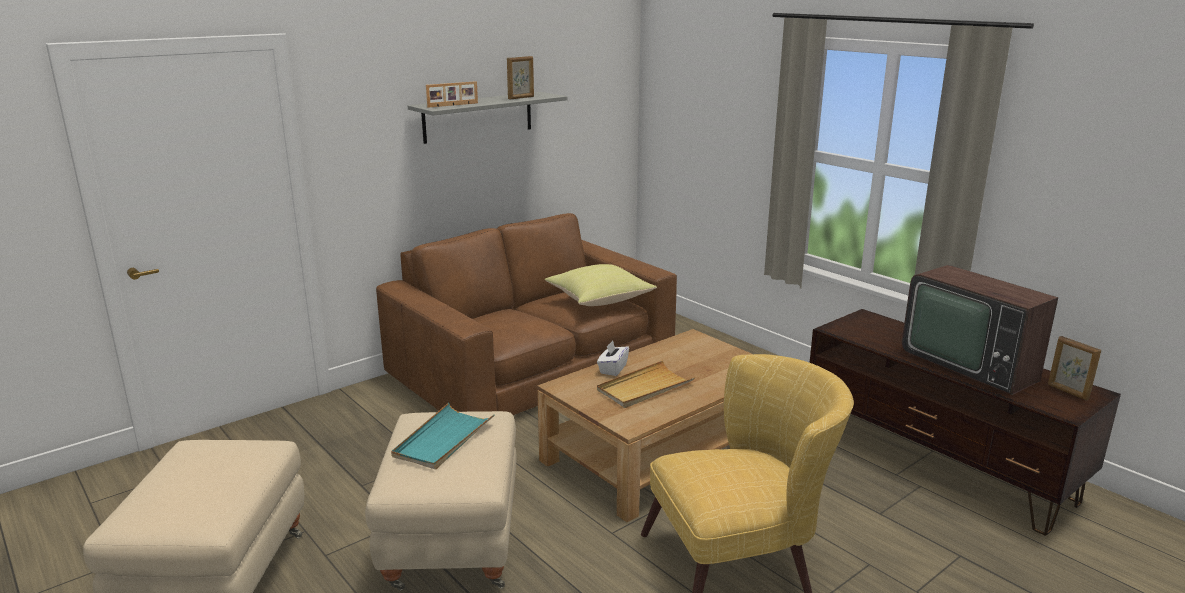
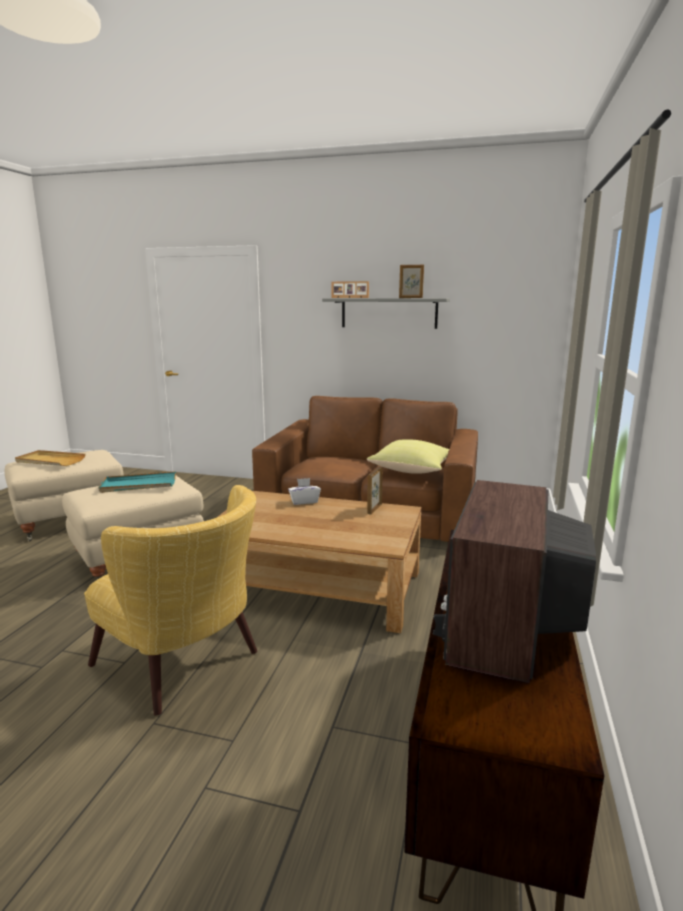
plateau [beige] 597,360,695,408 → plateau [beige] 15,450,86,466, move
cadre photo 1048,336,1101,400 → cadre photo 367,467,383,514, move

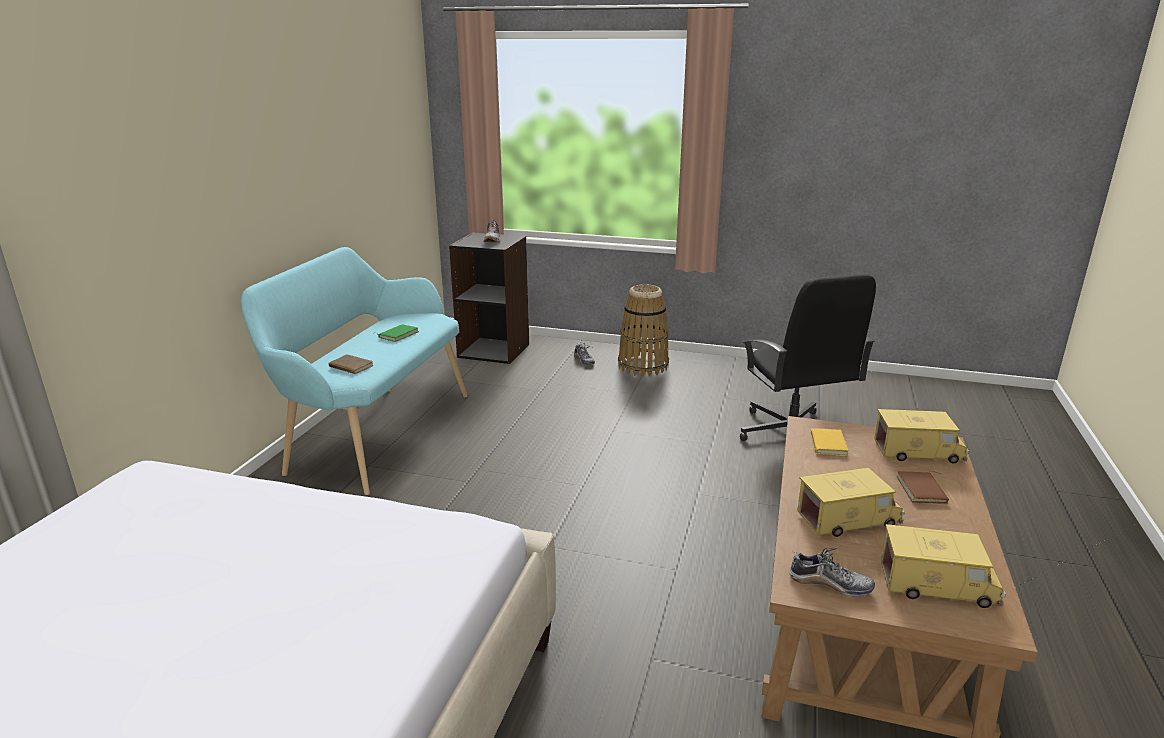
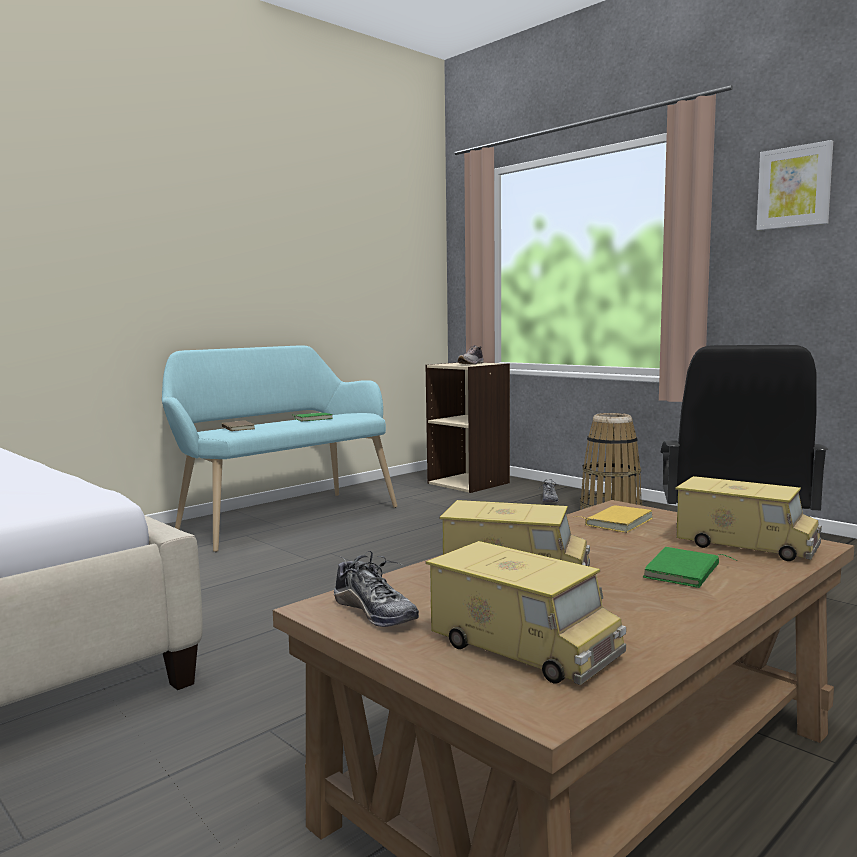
- → tableau 756,140,833,230
bibliothèque [noir] 449,232,529,364 → bibliothèque [beige] 426,362,510,493
livre [marron] 897,471,949,504 → livre [vert] 643,547,737,588

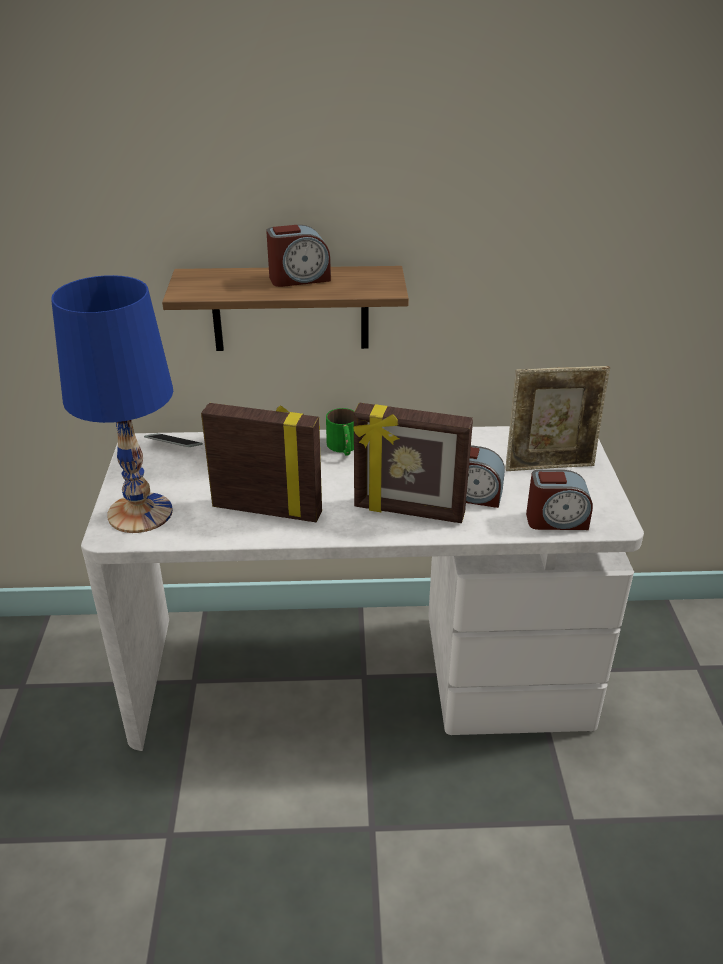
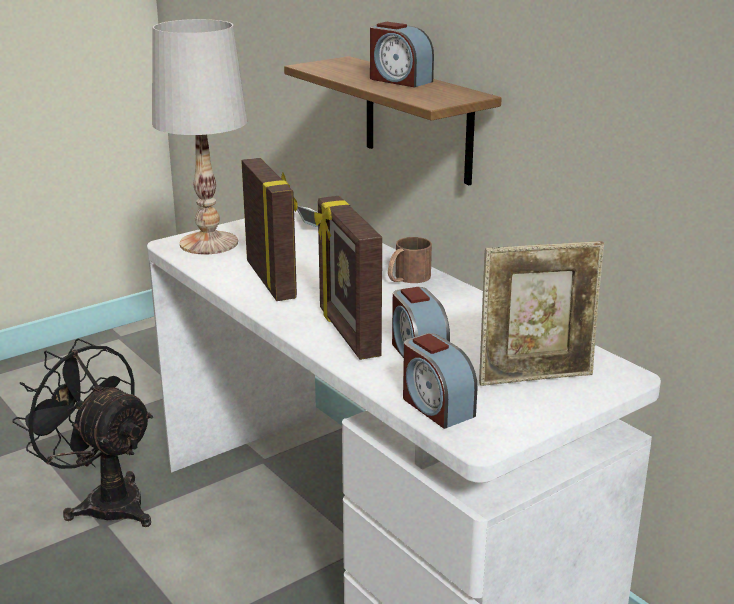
- → ventilateur [noir] 12,338,153,527
lampe de table [bleu] 51,275,173,533 → lampe de table [blanc] 152,19,248,254
mug [vert] 326,408,354,456 → mug [marron] 388,237,432,283
cadre photo 505,366,610,471 → cadre photo 479,241,604,386, 60 degrees counterclockwise

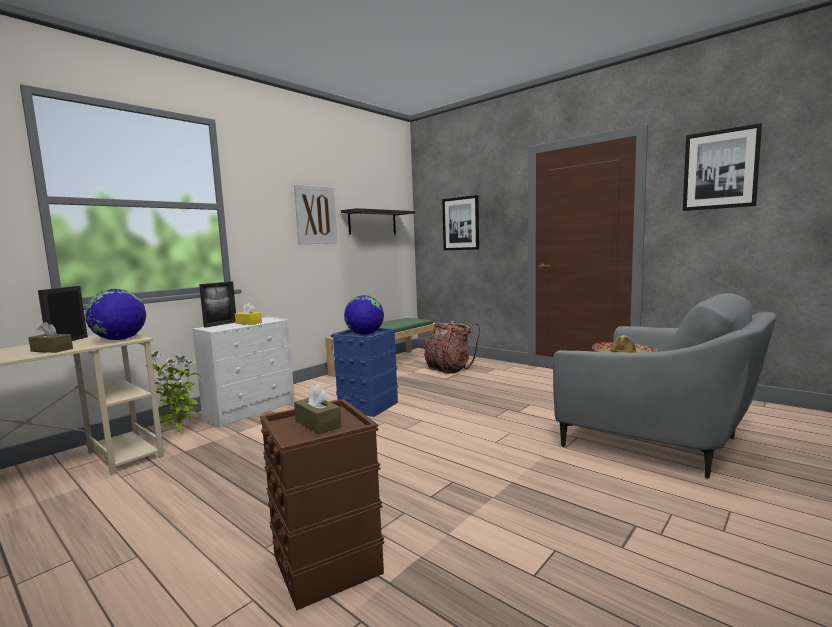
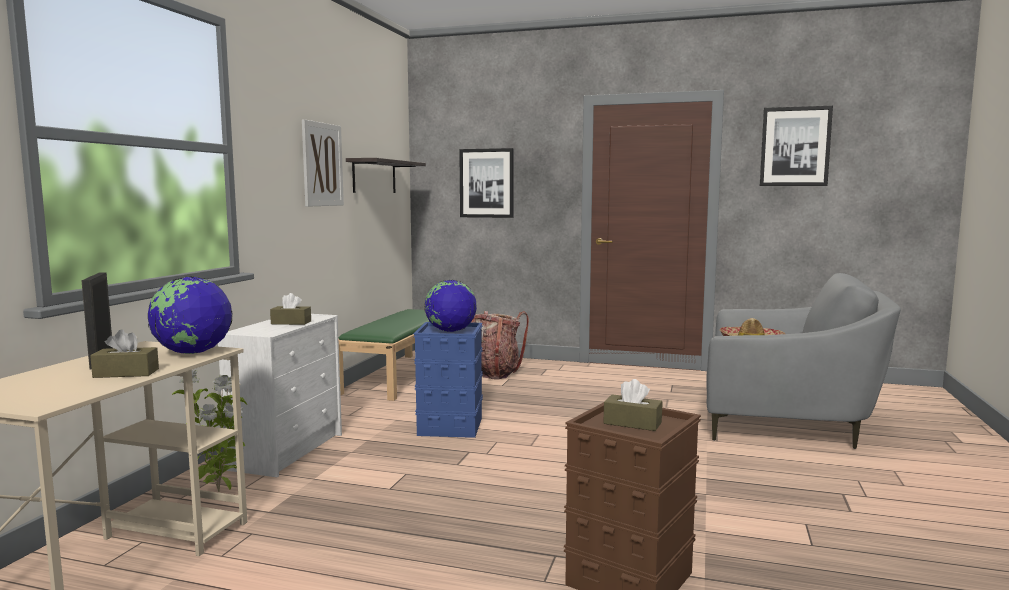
cadre photo 199,281,236,328 → -
boîte à mouchoirs [jaune] 235,303,262,325 → boîte à mouchoirs [marron] 270,293,311,325

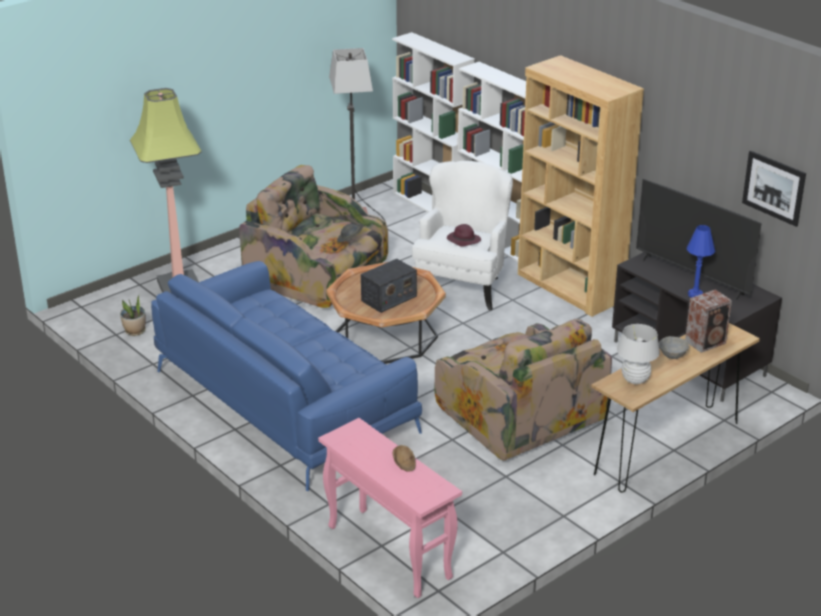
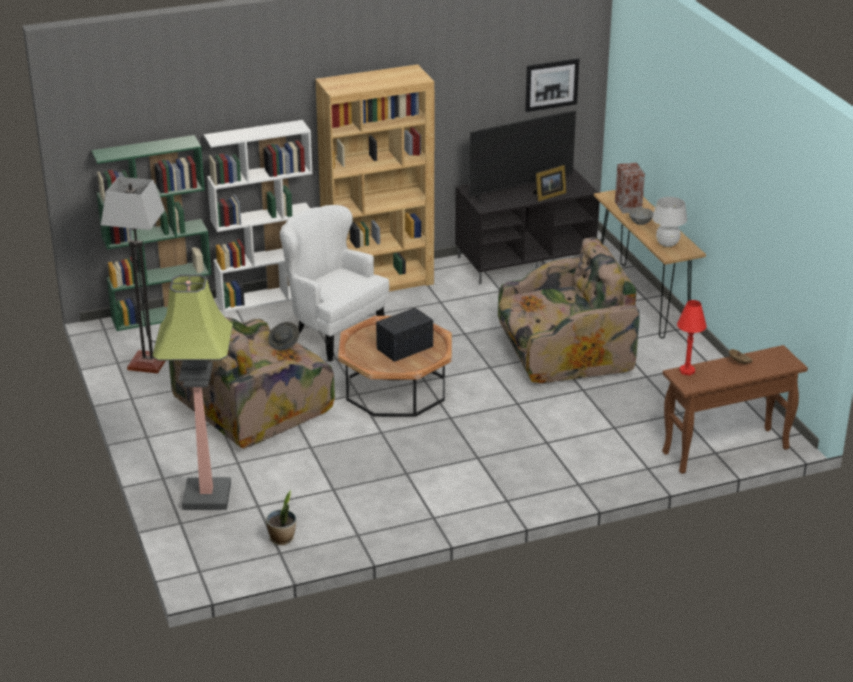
canapé [bleu] 151,261,422,491 → -
chapeau [violet] 447,224,481,247 → -
- → lampe de table [rouge] 677,300,707,376
lampe de table [bleu] 687,225,715,298 → cadre photo 533,165,566,202
table console [rose] 318,418,462,598 → table console [marron] 662,345,808,474
bibliothèque [blanc] 392,32,475,212 → bibliothèque [vert] 92,135,211,331
radio 361,259,417,313 → radio 376,308,433,362, 105 degrees counterclockwise

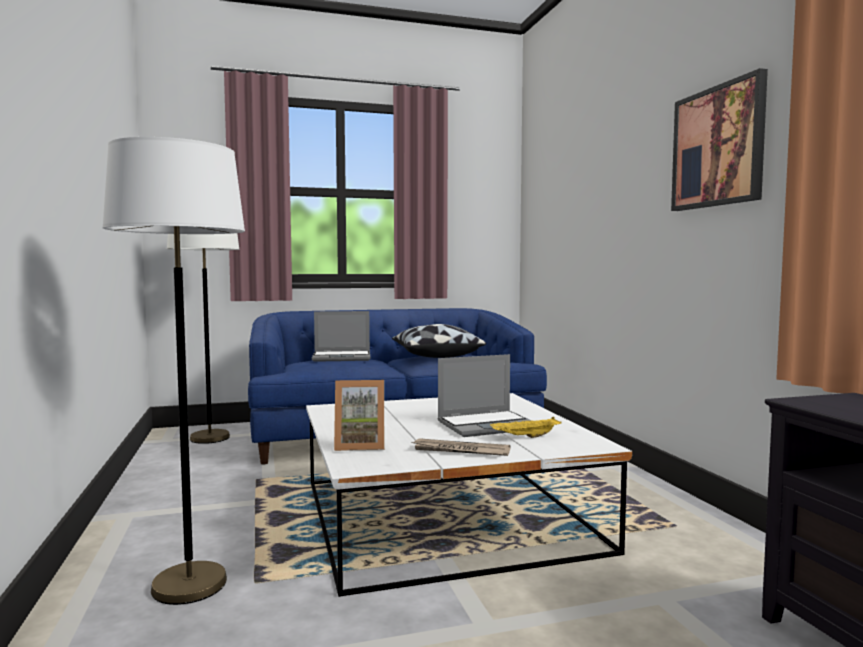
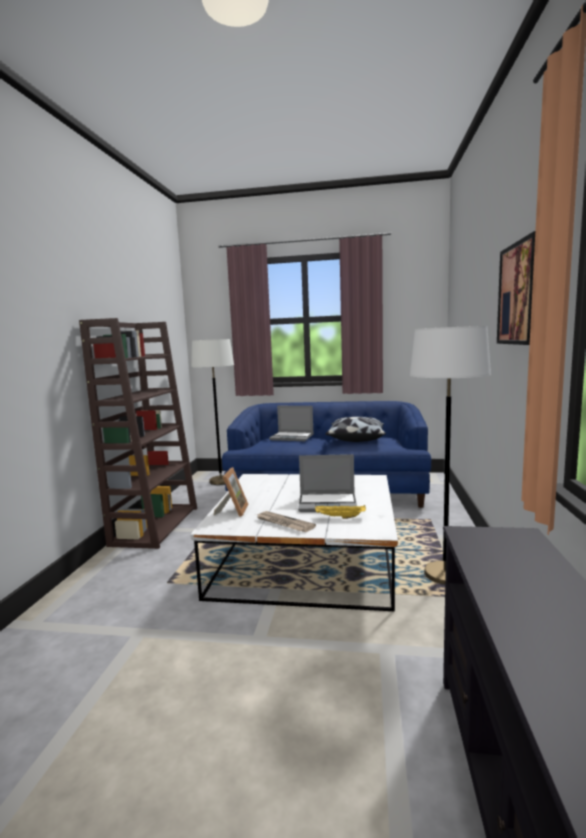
- → bibliothèque [marron] 79,318,197,549
lampadaire [blanc] 102,137,245,605 → lampadaire [blanc] 410,326,491,585, move
cadre photo 334,380,384,451 → cadre photo 213,467,249,517, 105 degrees counterclockwise

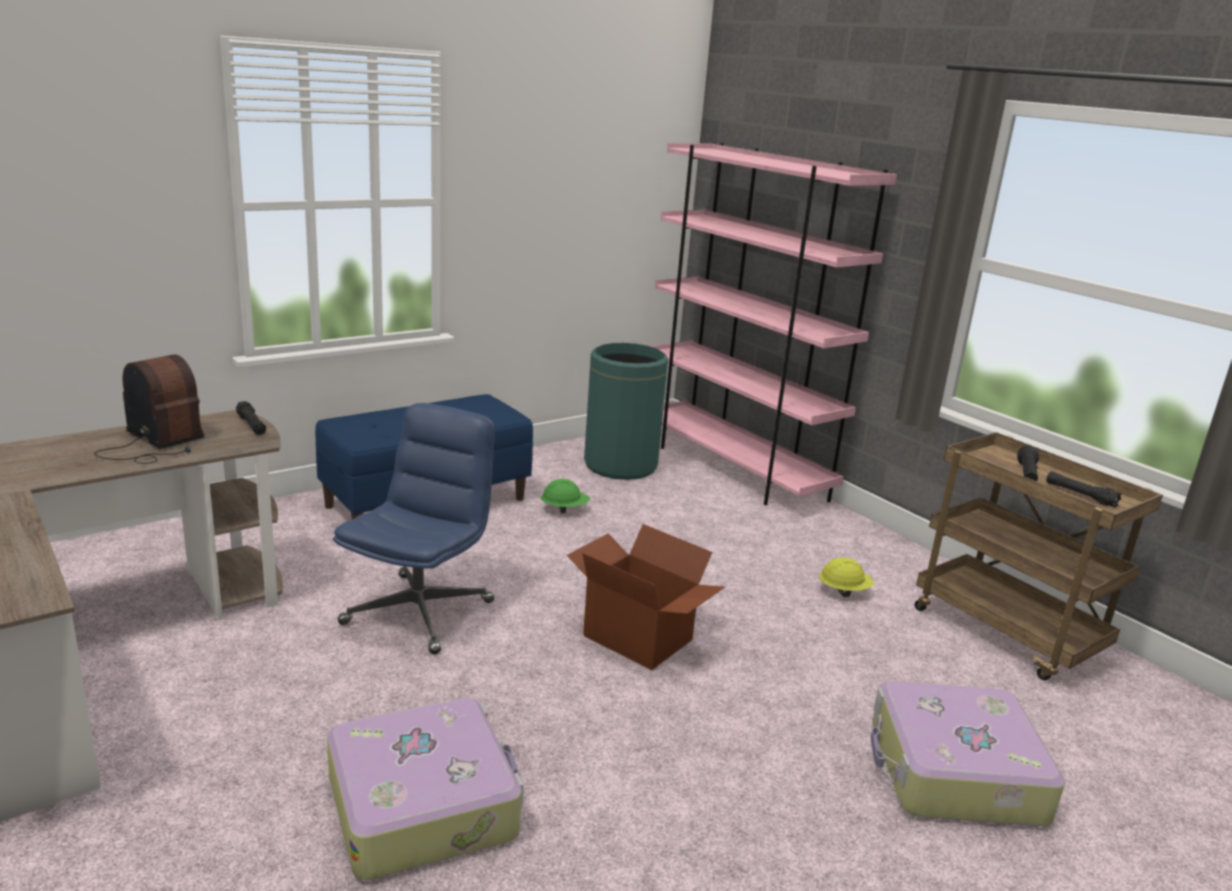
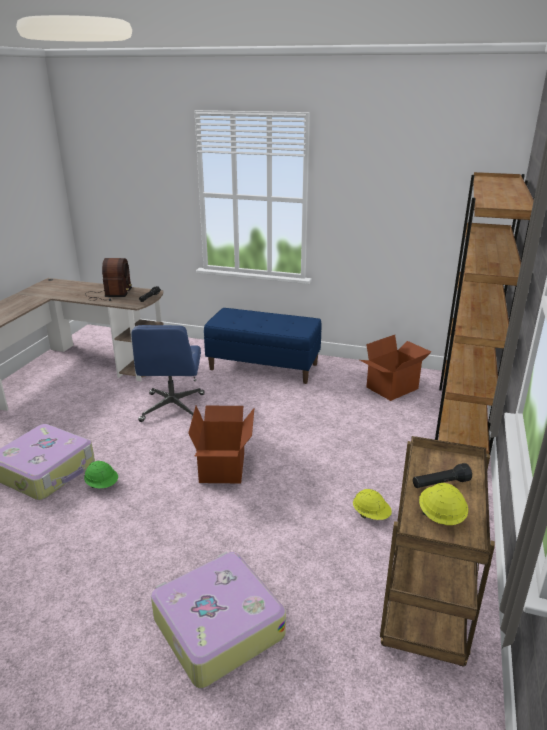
casque de chantier [vert] 541,479,590,513 → casque de chantier [vert] 84,461,118,488, move
poubelle [vert] 584,343,668,480 → carton 360,335,431,401
lampe de poche [noir] 1046,471,1121,507 → casque de chantier [jaune] 419,483,468,525
bibliothèque [rose] 650,143,897,505 → bibliothèque [marron] 435,172,535,454
chaise de bureau [bleu] 333,403,495,654 → chaise de bureau [bleu] 131,325,205,422, 105 degrees clockwise

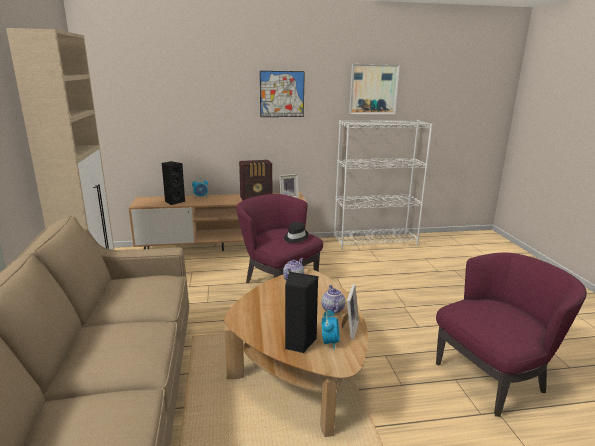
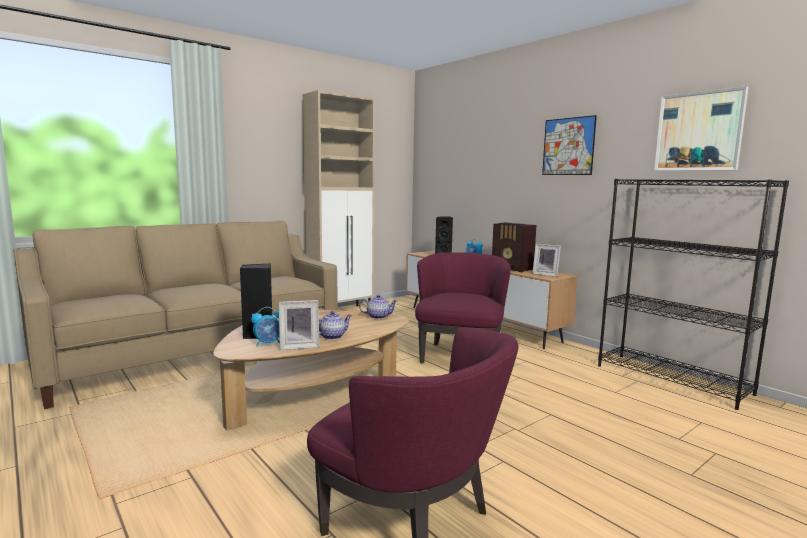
chapeau [noir] 284,222,309,243 → -
bibliothèque [blanc] 334,120,433,250 → bibliothèque [noir] 598,179,789,410

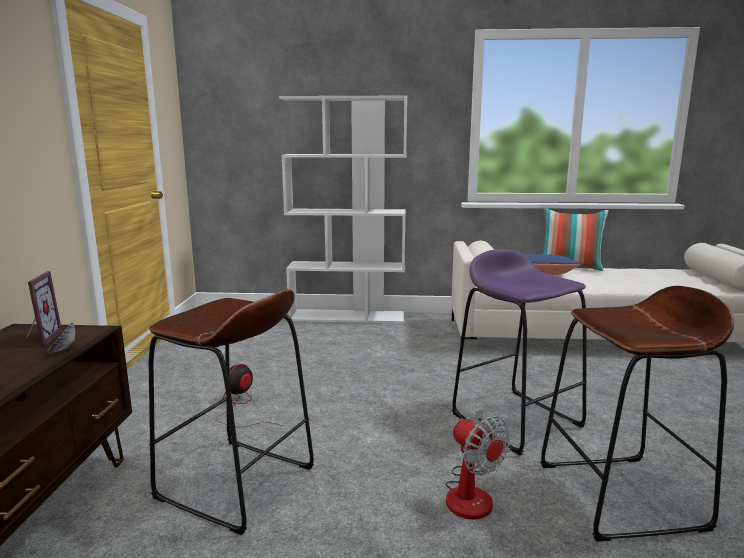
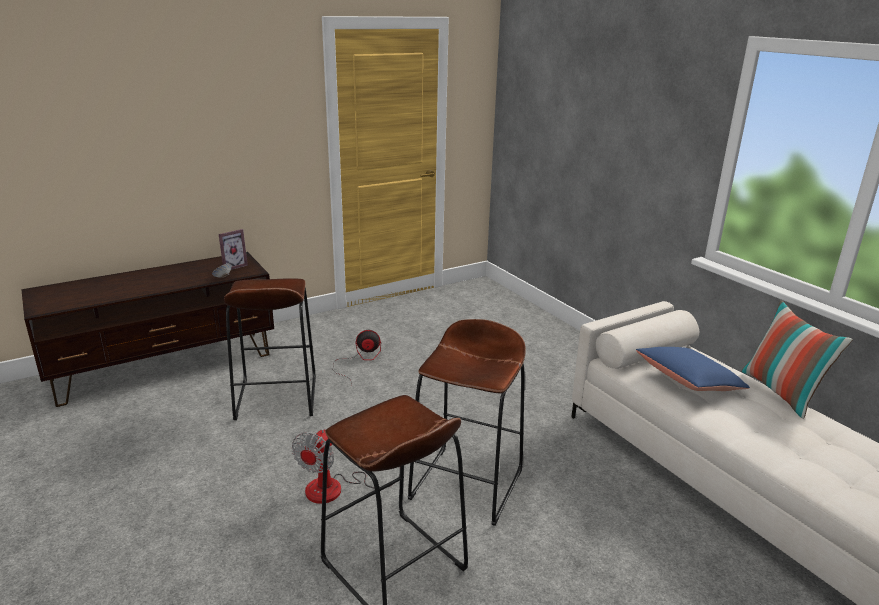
bibliothèque [blanc] 279,96,407,323 → -
tabouret [violet] 452,249,587,455 → tabouret [marron] 408,319,526,526

